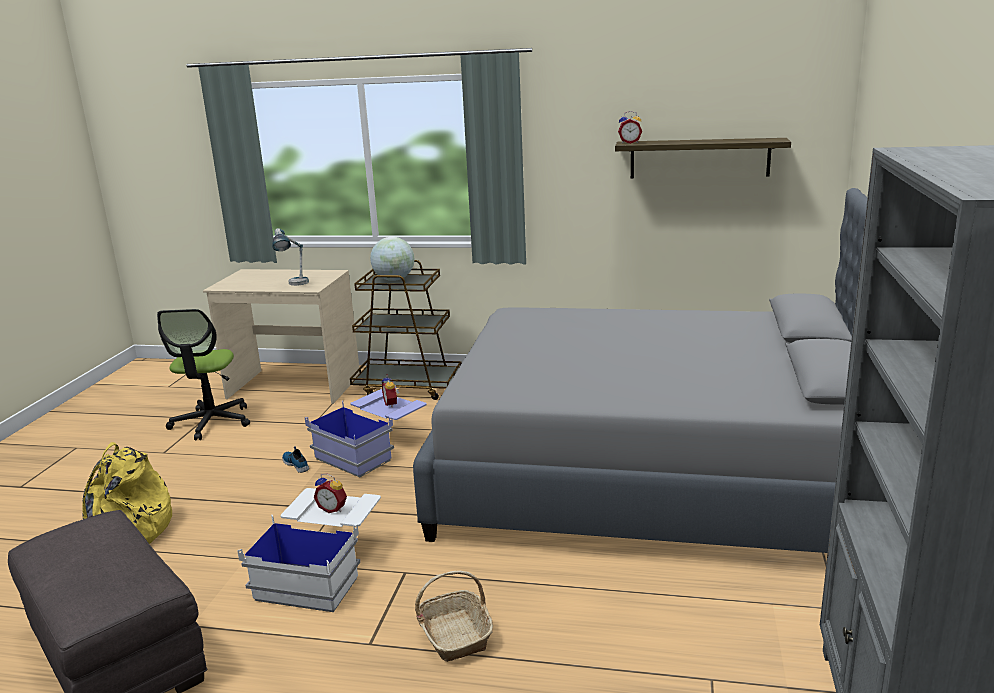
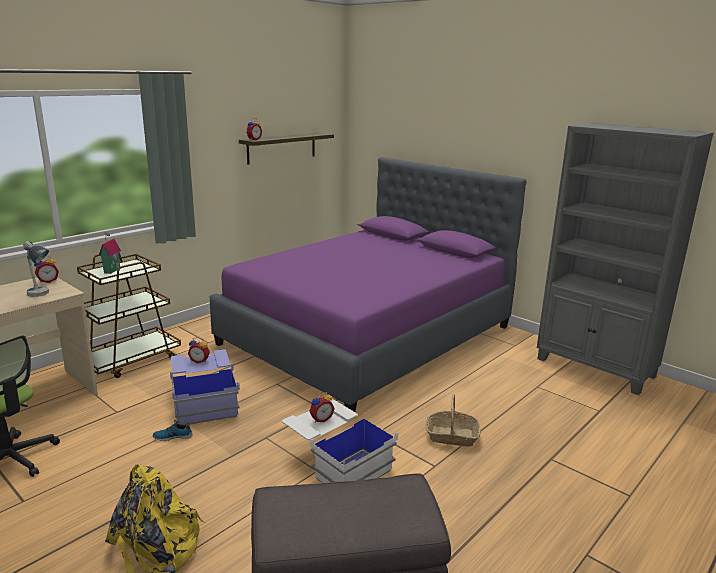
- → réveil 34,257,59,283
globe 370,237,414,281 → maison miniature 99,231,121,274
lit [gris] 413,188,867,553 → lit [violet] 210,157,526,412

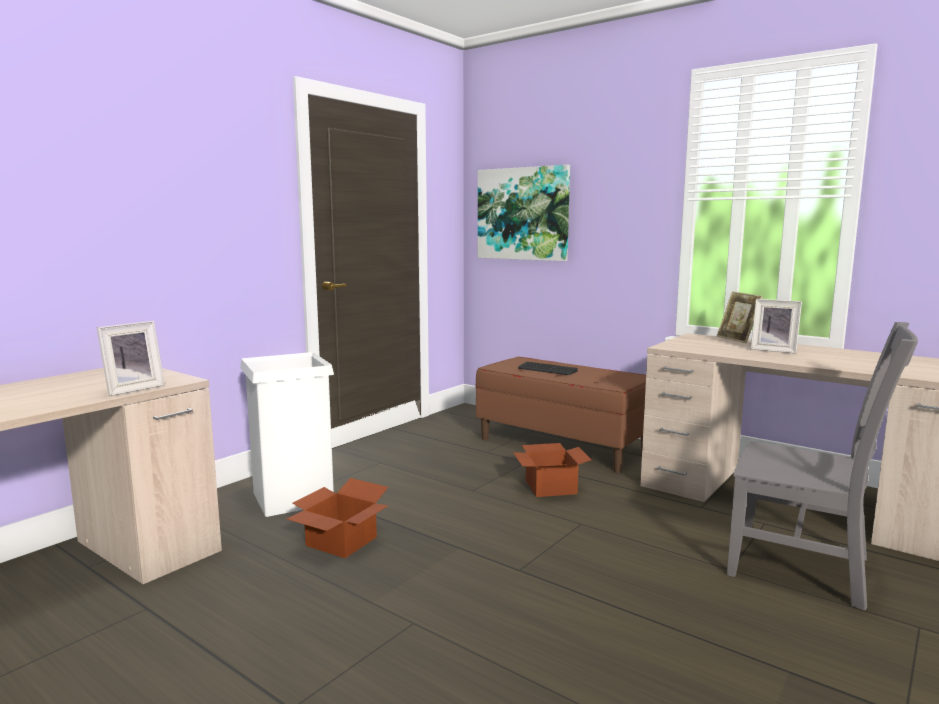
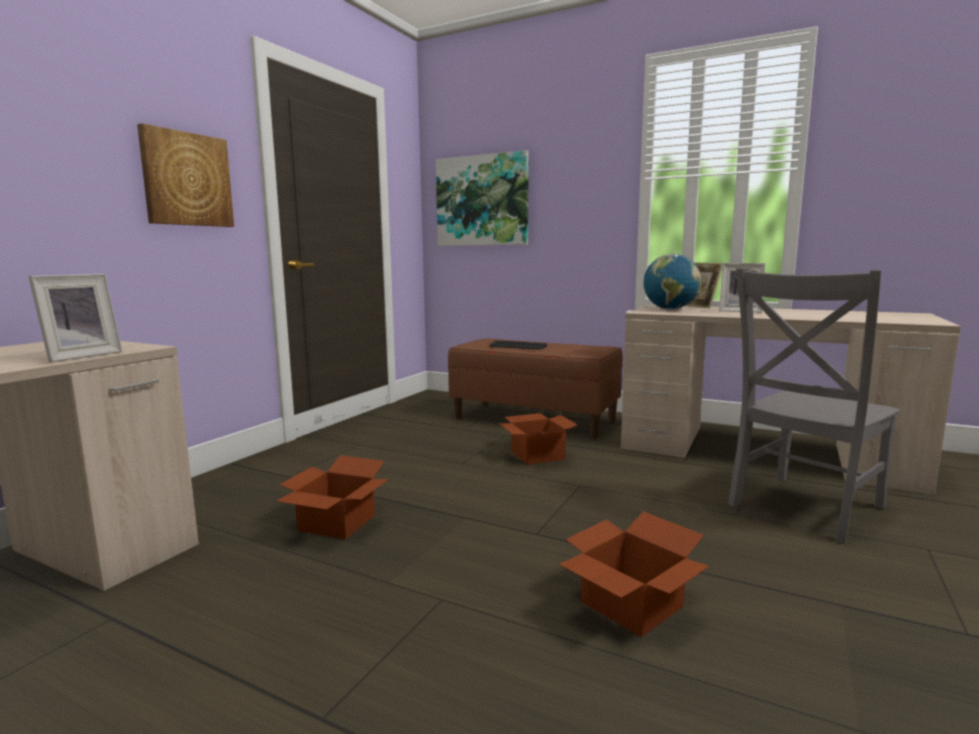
poubelle [blanc] 240,352,334,517 → -
- → tableau 137,123,234,227
- → carton 559,511,709,637
- → globe 643,254,701,310
chaise [gris] 727,322,918,611 → chaise [gris] 728,269,901,544, 120 degrees clockwise

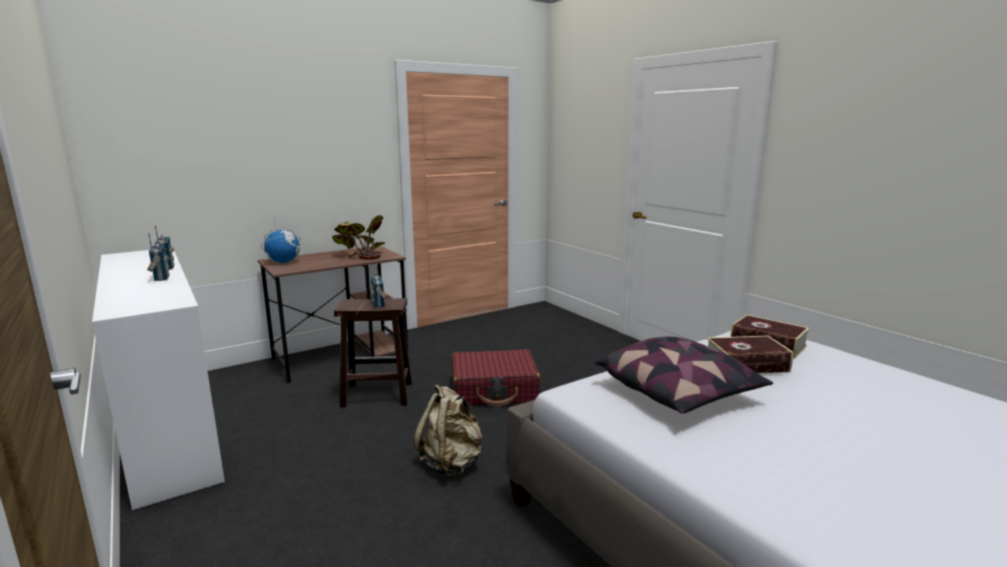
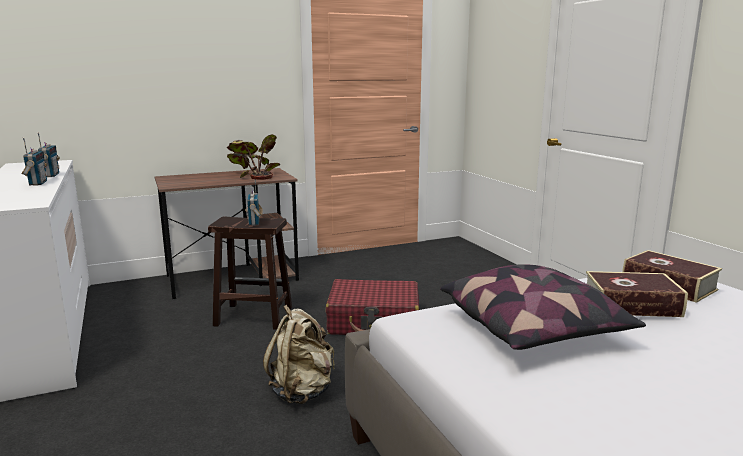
globe 261,220,300,263 → -

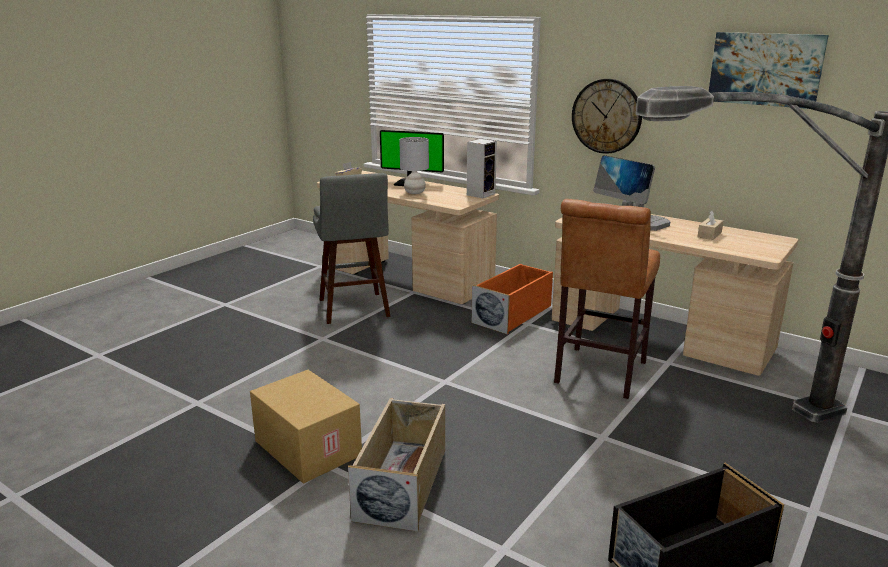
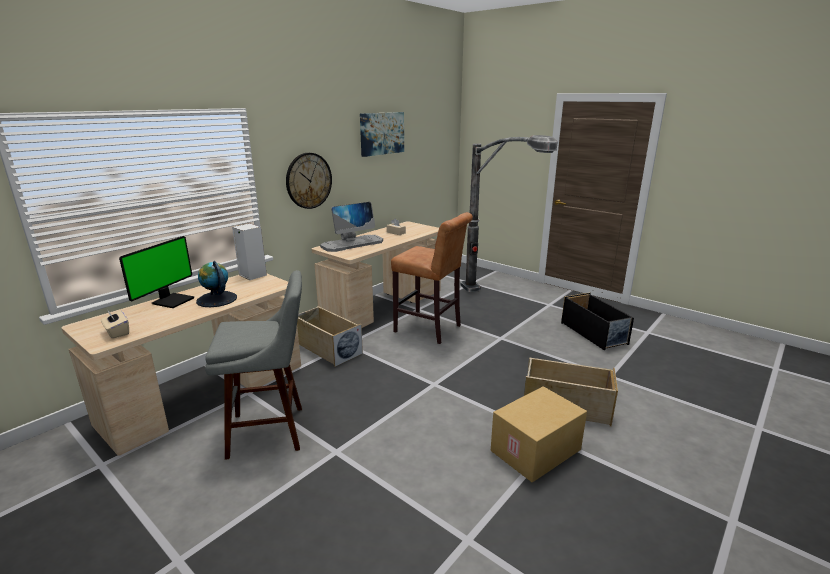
lampe de table [gris] 399,137,429,194 → globe 196,261,237,307
boîte de rangement [orange] 472,264,553,334 → boîte de rangement [beige] 297,306,363,367

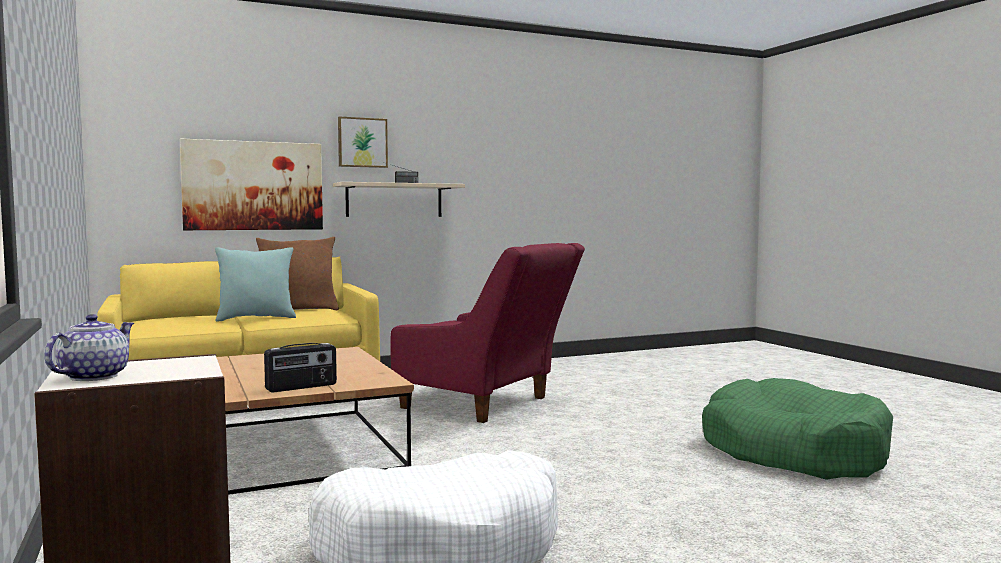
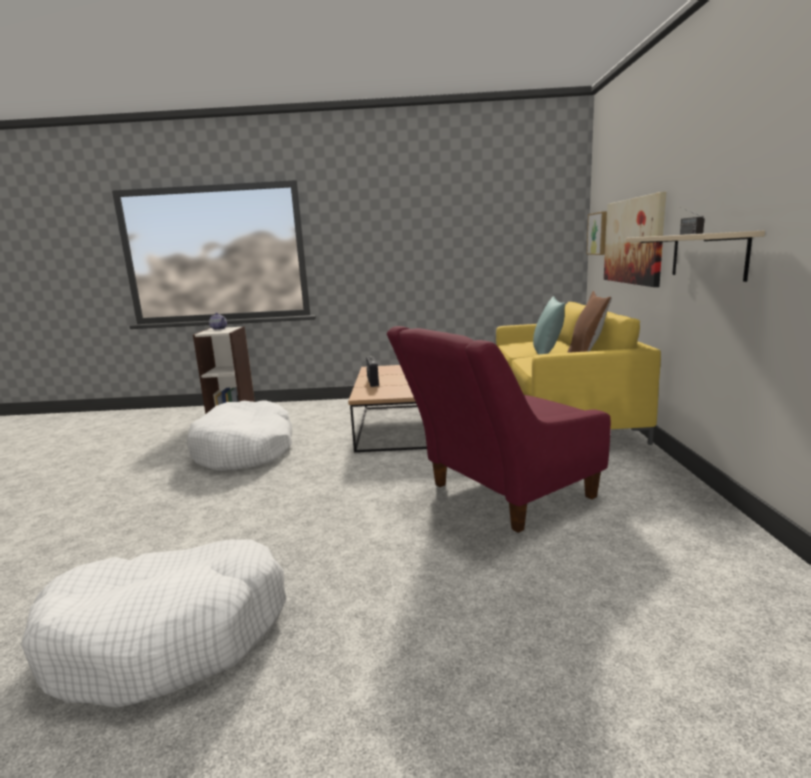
tableau 338,116,388,168 → tableau 587,211,607,255, move
panier pour chien [vert] 702,378,893,480 → panier pour chien [blanc] 21,539,287,708

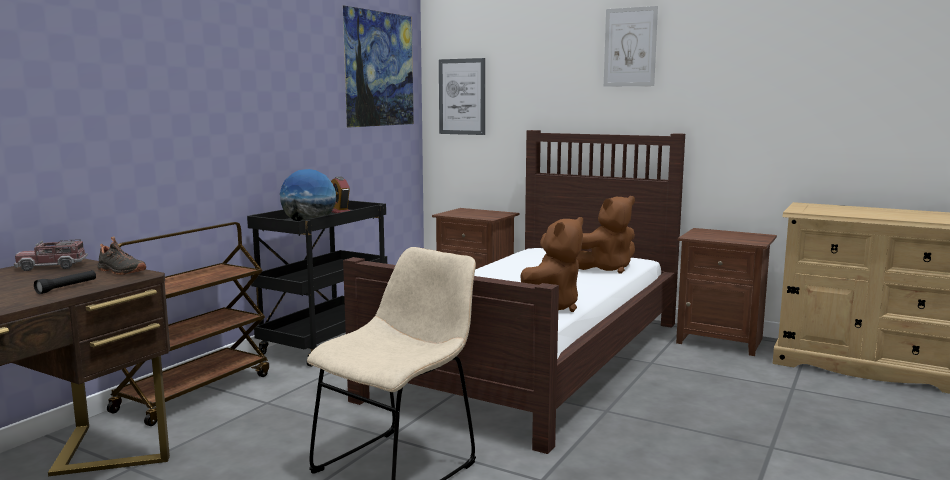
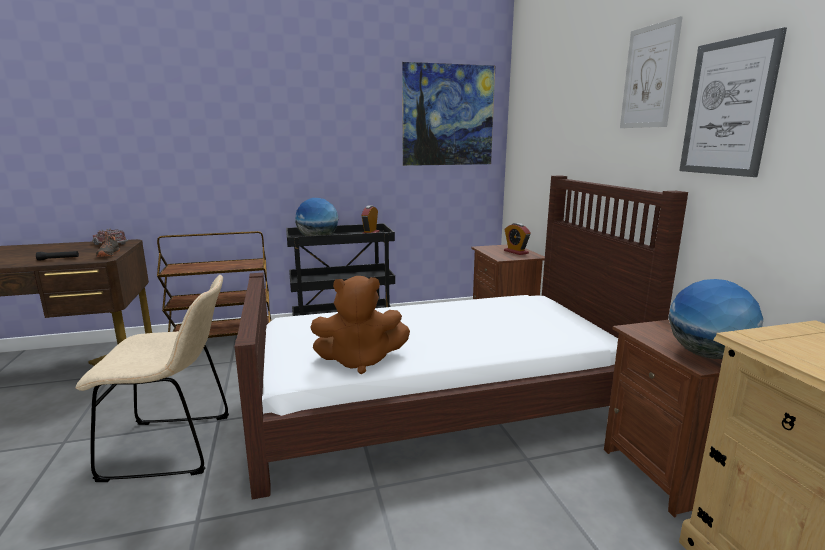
peluche [marron] 576,196,635,274 → -
- → réveil 504,223,531,255
- → globe 669,279,763,359
tableau 439,58,485,135 → tableau 679,27,787,177, move

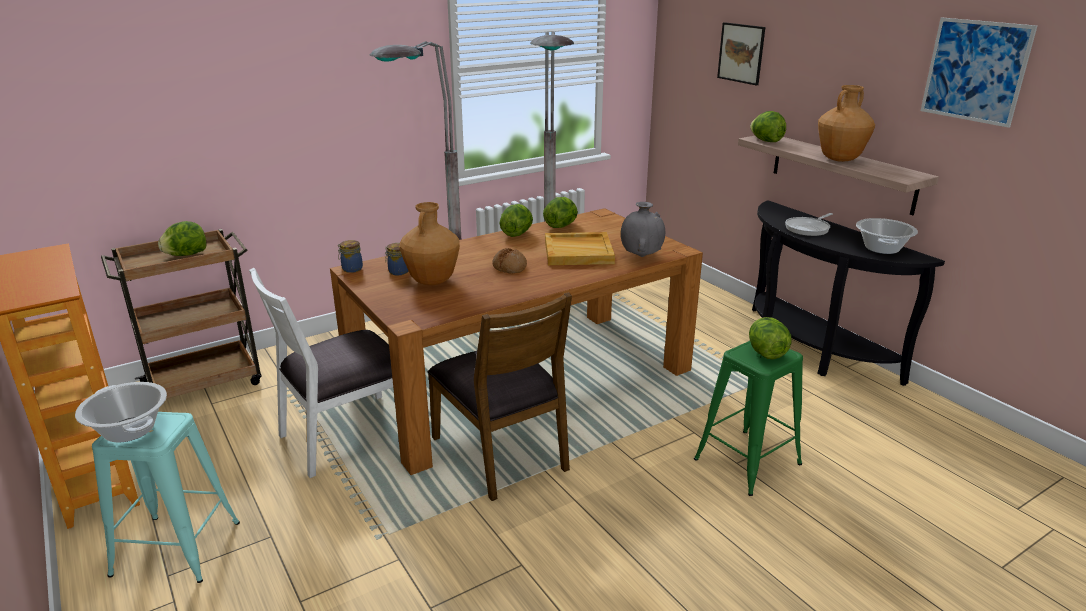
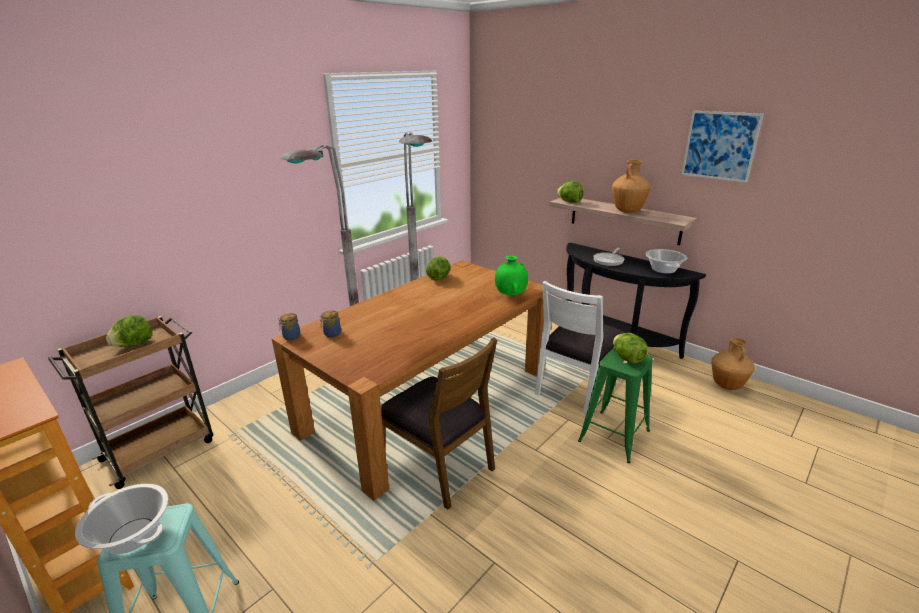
pain 492,248,527,273 → -
laitue 499,204,533,237 → -
plateau [beige] 545,232,615,265 → -
tableau 717,22,765,86 → -
chaise [blanc] 249,268,393,478 → chaise [blanc] 535,281,625,415, move
vase [marron] 400,202,460,285 → vase [marron] 711,338,755,390, move
vase [gris] 621,202,665,257 → vase [vert] 495,256,528,296

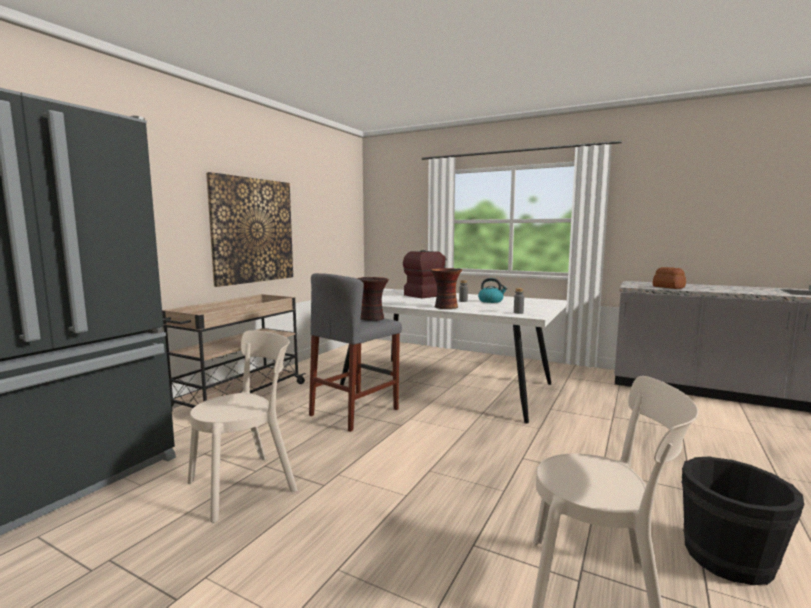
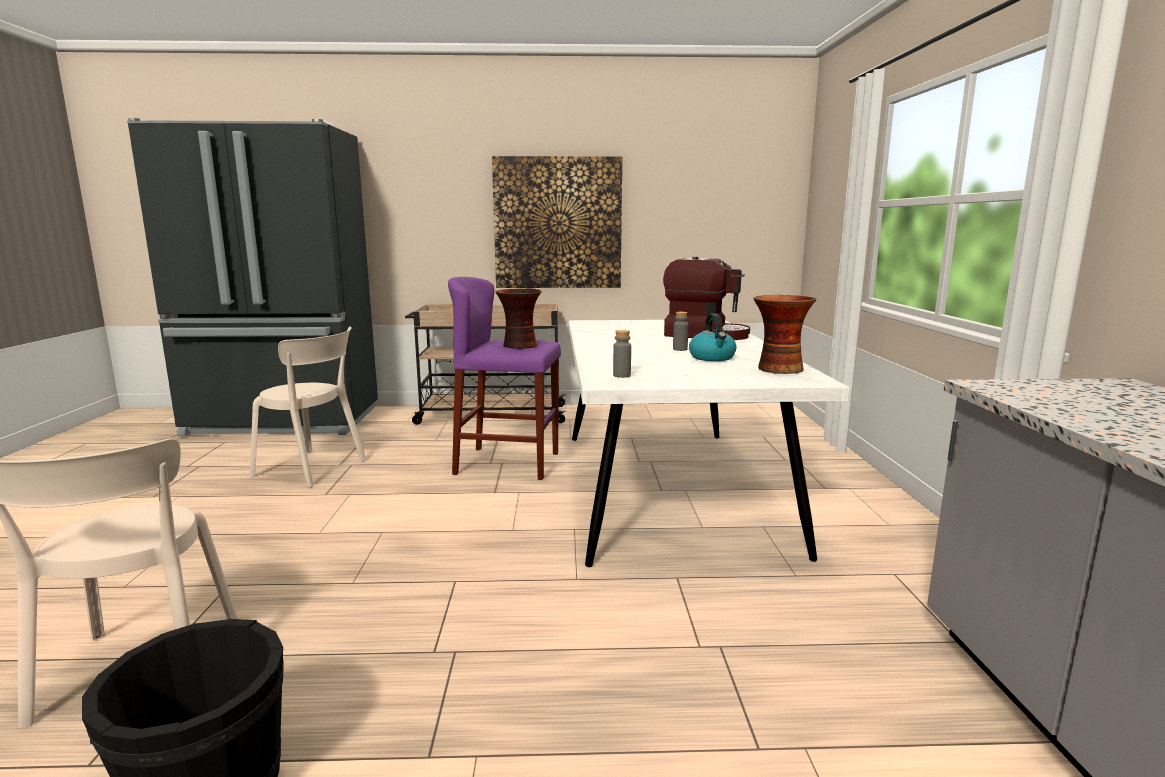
pain 653,267,686,289 → -
vase 431,268,462,309 → vase 753,295,817,374, move
tabouret [gris] 309,273,402,432 → tabouret [violet] 448,277,561,480

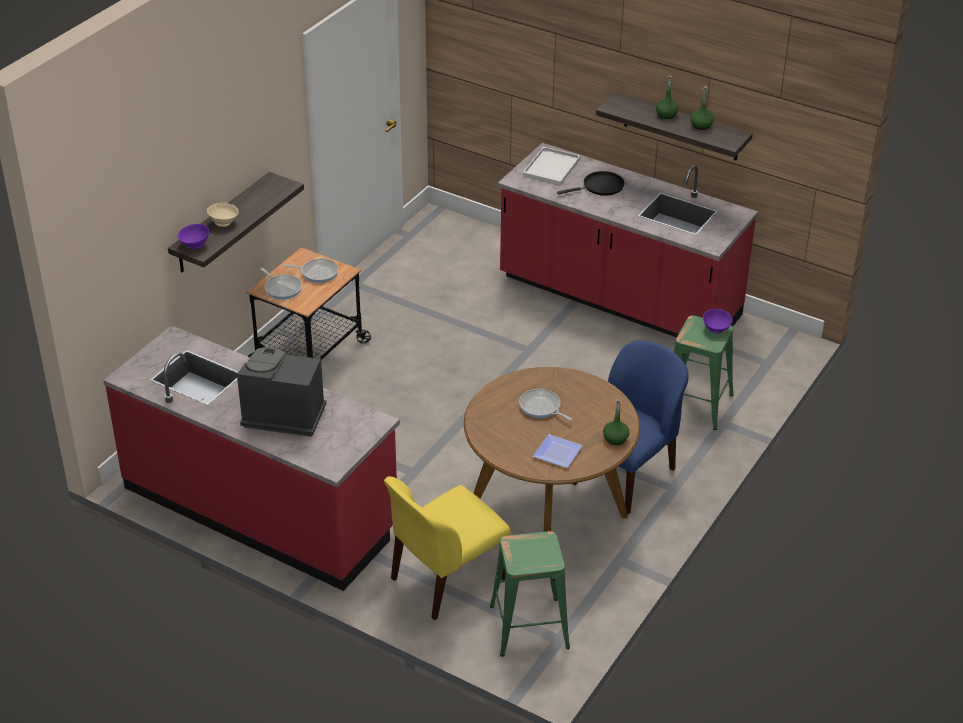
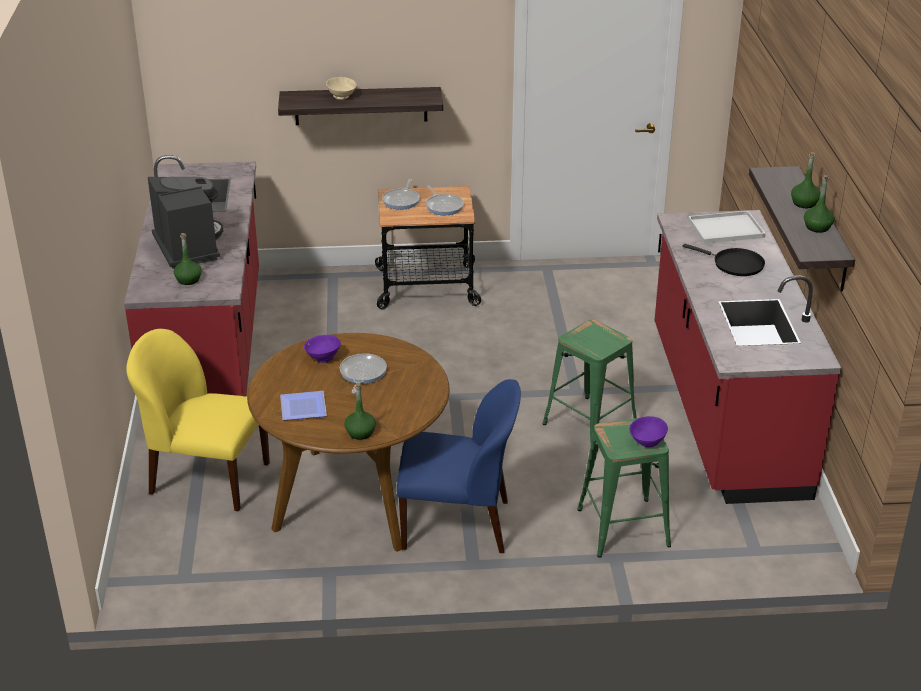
- → bouteille [vert] 174,233,202,285
bol [violet] 178,224,209,249 → bol [violet] 304,335,341,363, move
tabouret [vert] 490,531,570,657 → tabouret [vert] 543,319,637,446, move

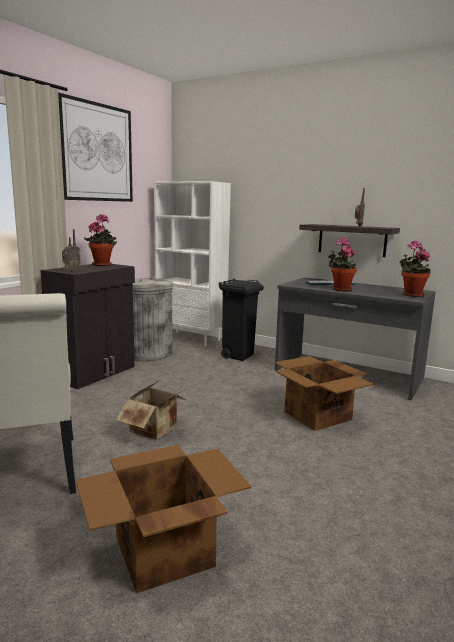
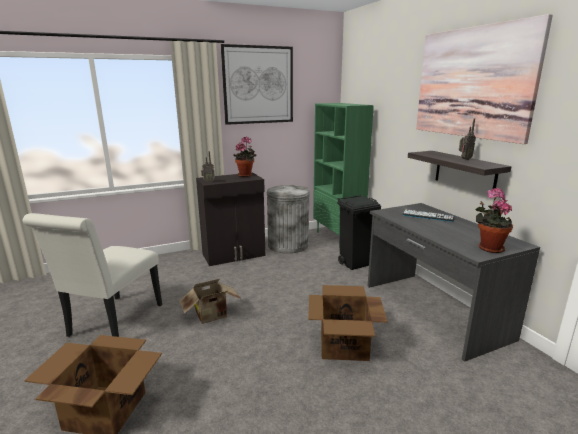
plante en pot 329,237,357,291 → -
- → tableau 416,14,553,144
bibliothèque [blanc] 154,181,231,346 → bibliothèque [vert] 313,103,374,248

